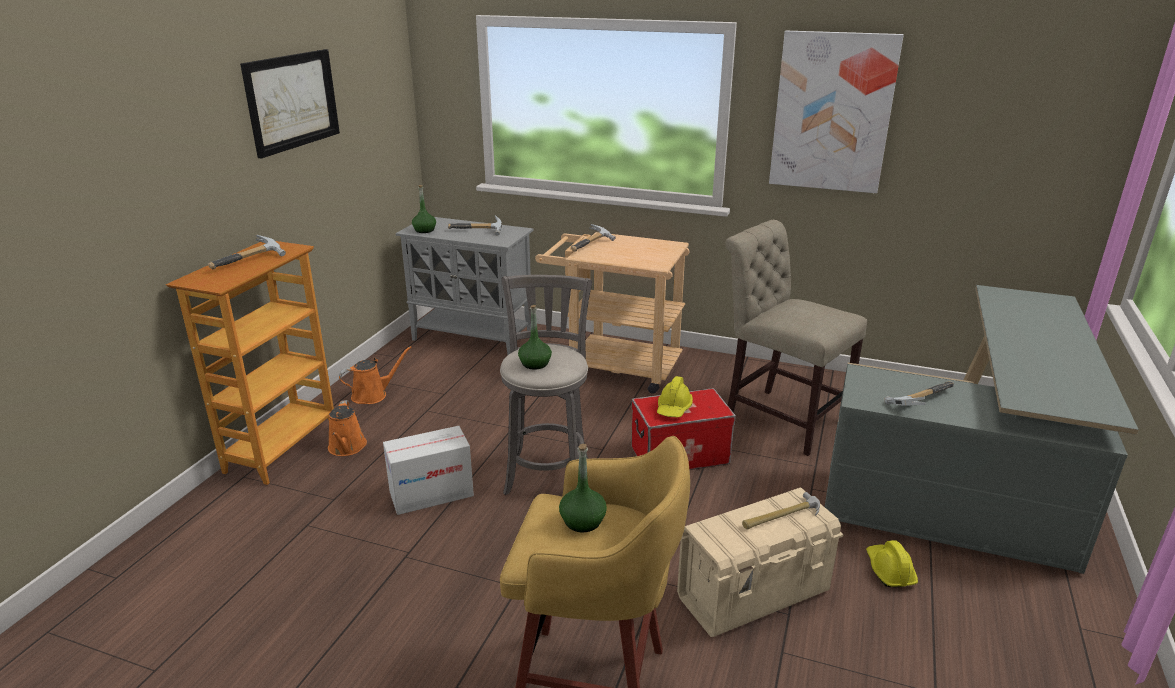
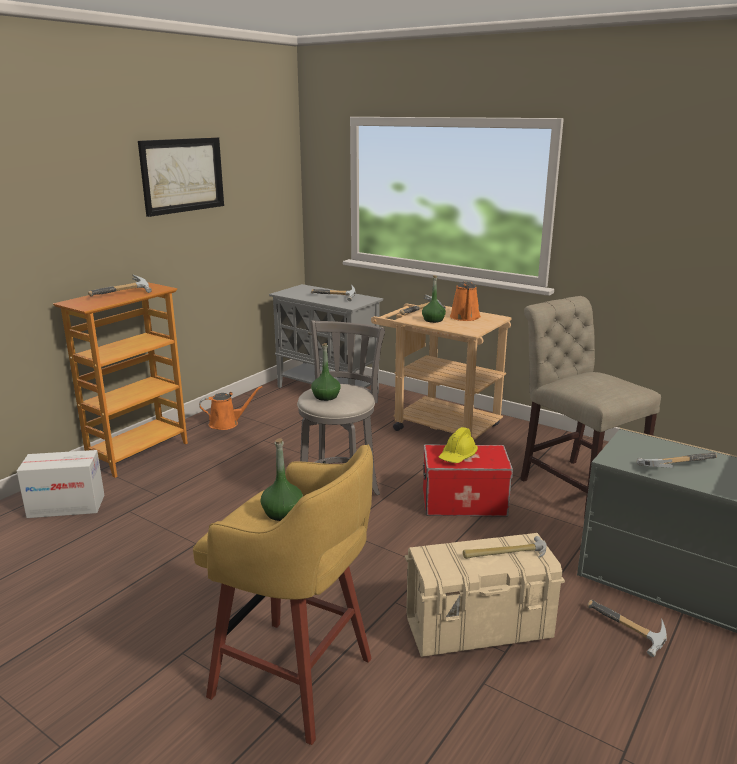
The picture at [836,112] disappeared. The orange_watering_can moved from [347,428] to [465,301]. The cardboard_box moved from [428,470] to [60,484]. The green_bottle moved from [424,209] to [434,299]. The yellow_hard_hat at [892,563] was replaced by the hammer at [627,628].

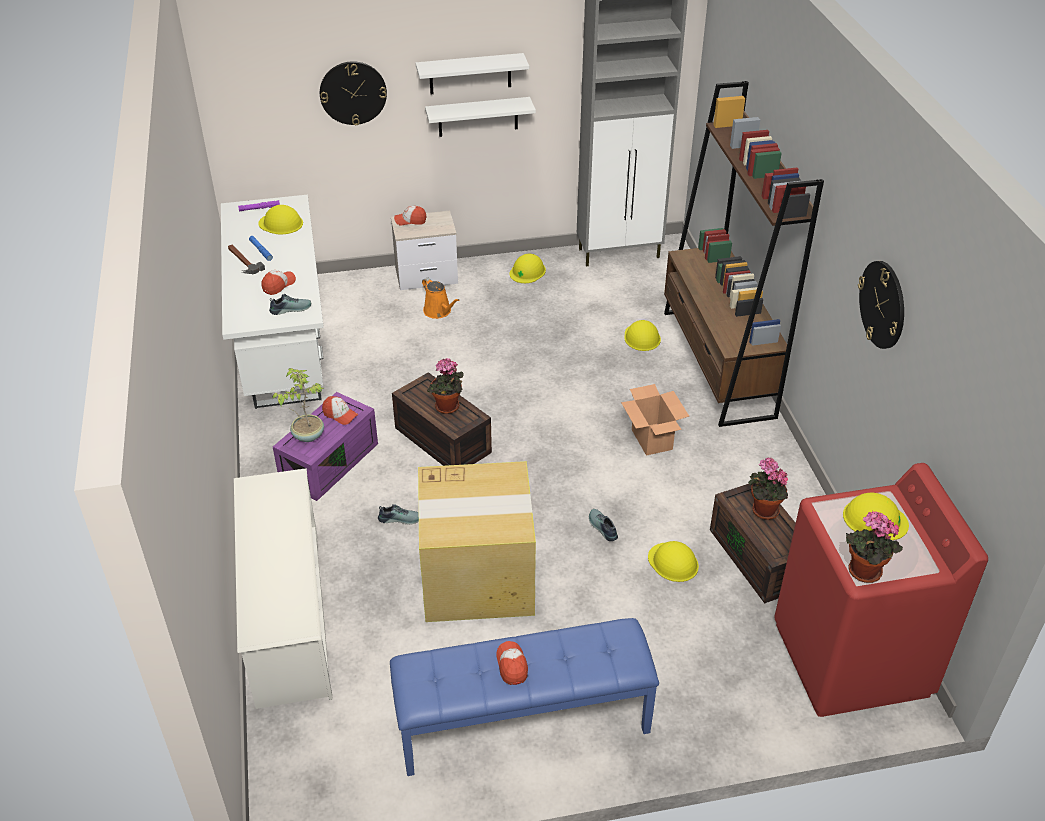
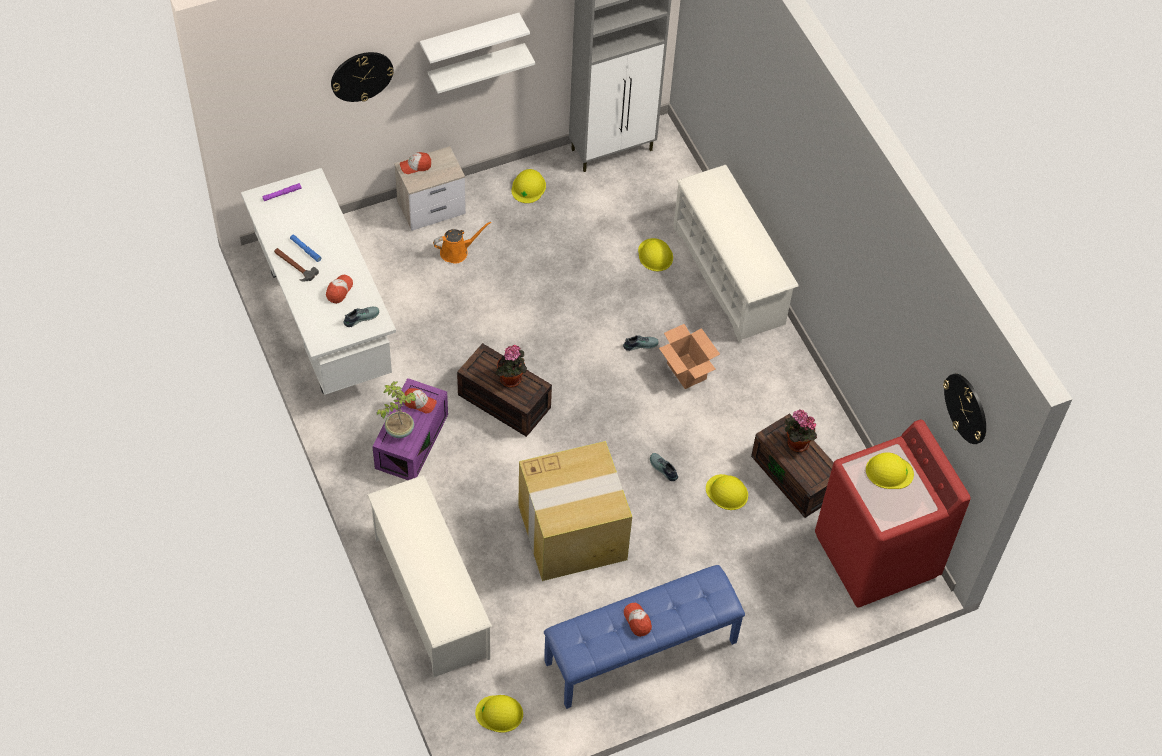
The potted_plant at [874,547] disappeared. The yellow_hard_hat moved from [280,219] to [499,714]. The shoe moved from [398,514] to [641,343]. The wall_clock moved from [881,305] to [964,408]. The brown_bookcase at [744,254] was replaced by the white_shoe_rack at [736,254]. The orange_watering_can at [440,298] turned 60 degrees counterclockwise.

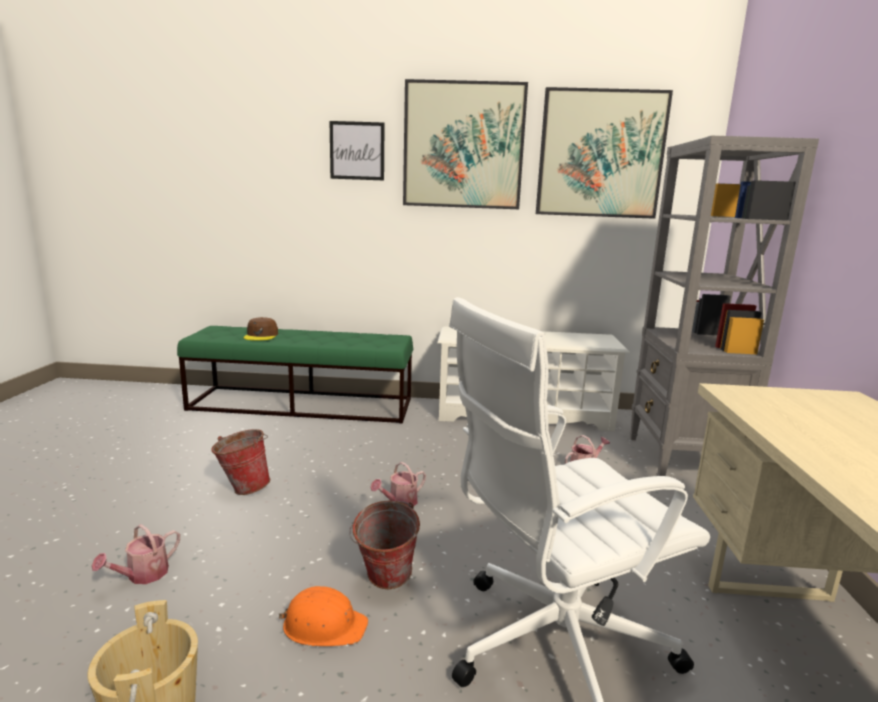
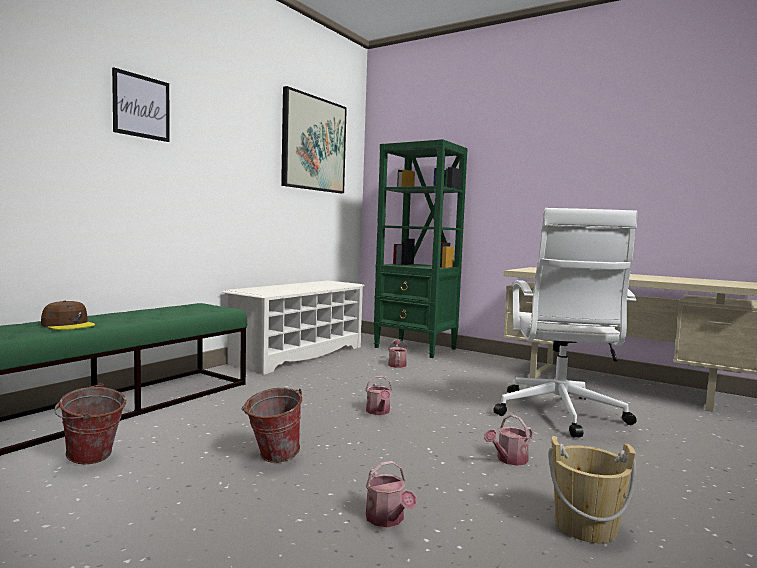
The picture at [465,144] disappeared. The bucket moved from [384,545] to [90,423]. The orange_hard_hat at [323,616] was replaced by the watering_can at [508,440]. The grey_bookcase at [724,306] became the green_bookcase at [420,248].

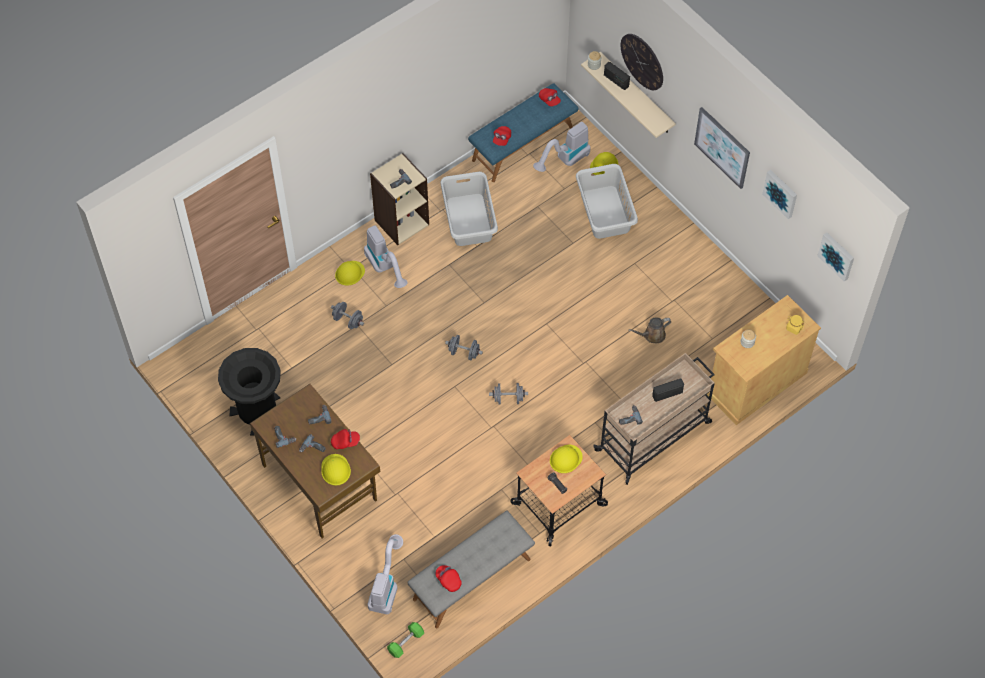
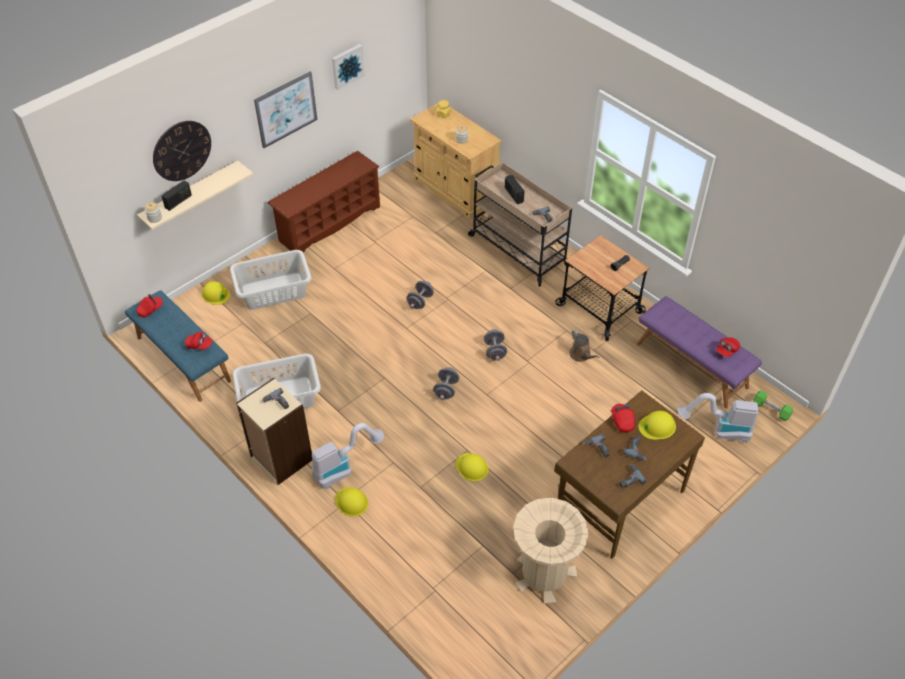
The vacuum_cleaner at [562,147] disappeared. The picture at [836,257] disappeared. The brown_shoe_rack at [324,202] appeared. The grey_dumbbell moved from [347,315] to [420,295]. The yellow_hard_hat moved from [566,459] to [471,467]. The brown_watering_can moved from [649,330] to [584,345]. The black_trash_can at [249,392] became the beige_trash_can at [551,551]. The grey_bench at [471,569] became the purple_bench at [699,352].

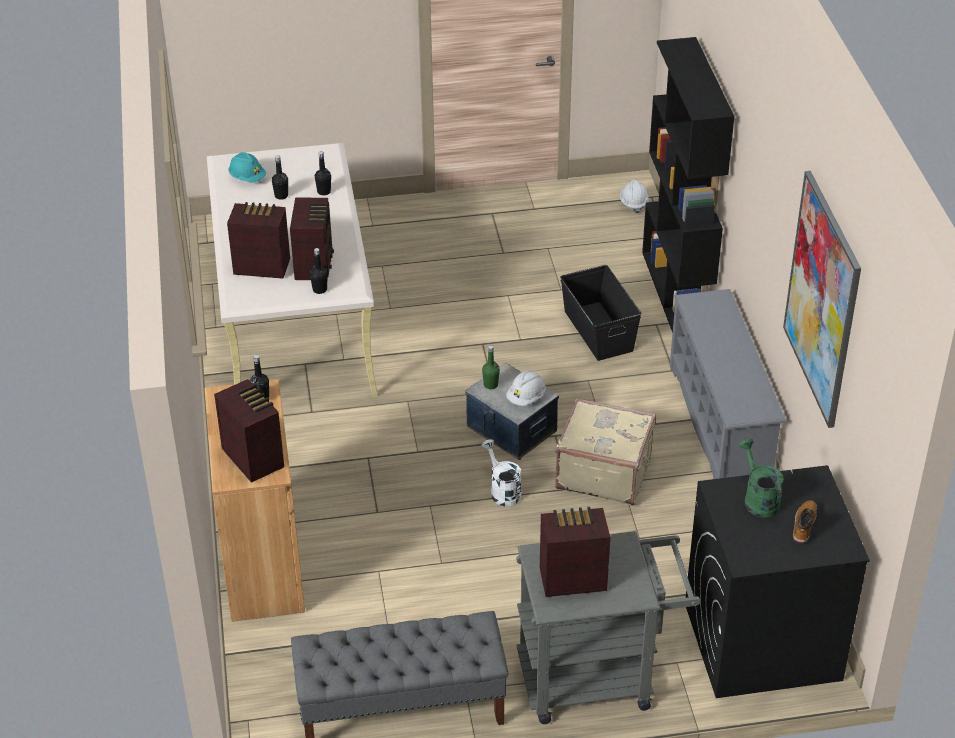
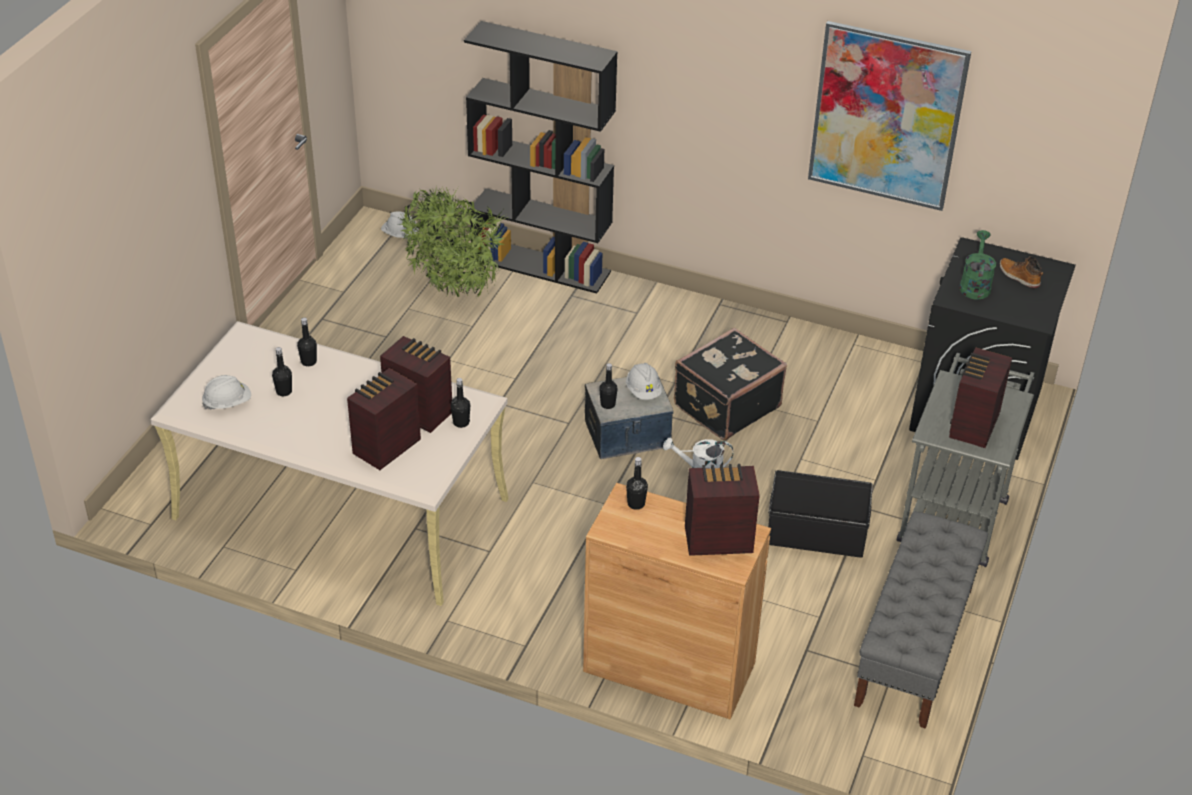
The grey_shoe_rack at [728,384] disappeared. The potted_plant at [453,242] appeared. The black_storage_box moved from [601,313] to [820,514]. The turquoise_hard_hat at [247,167] became the white_hard_hat at [226,392]. The green_bottle at [491,367] became the black_bottle at [608,386]. The beige_suitcase at [605,451] became the black_suitcase at [730,384]. The green_watering_can at [761,478] turned 90 degrees clockwise.

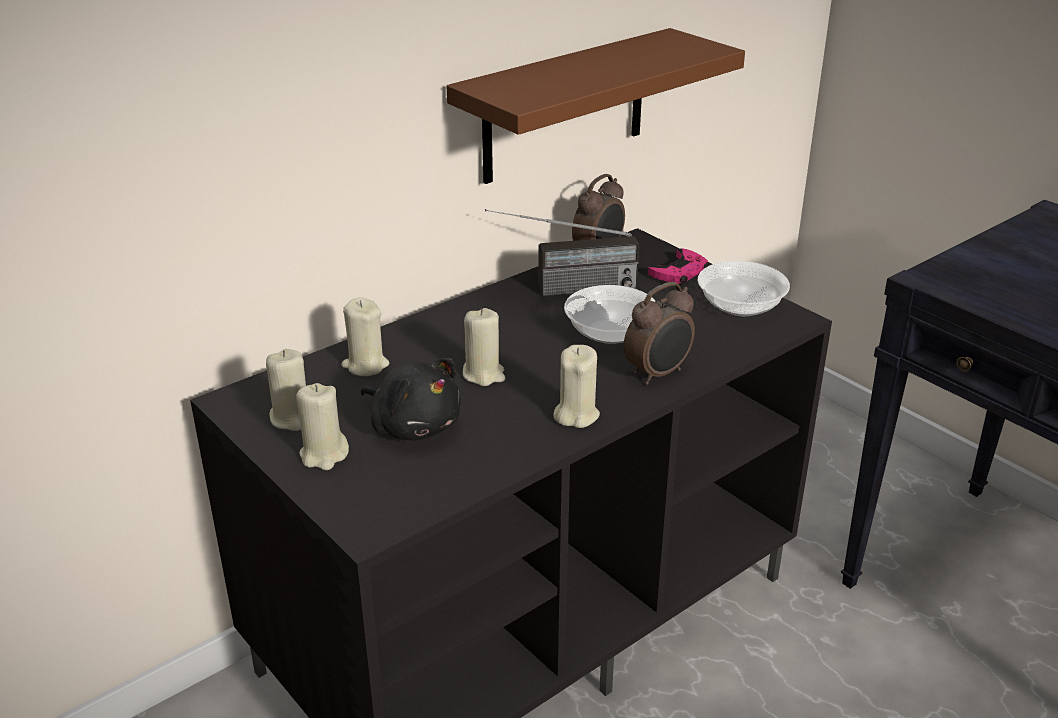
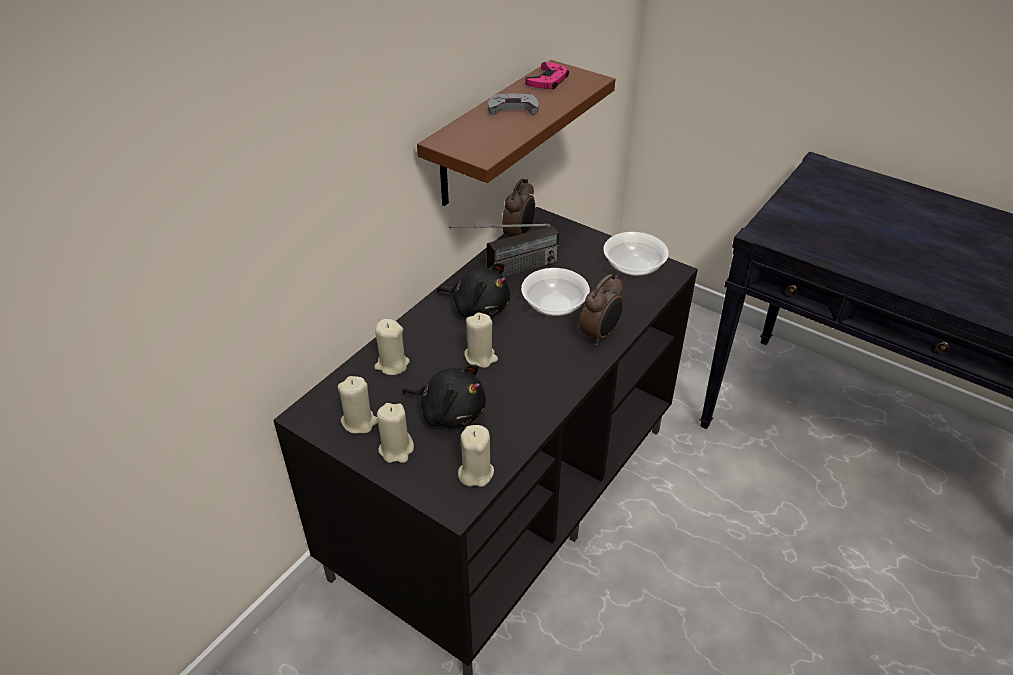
The black_plush_toy at [473,290] appeared. The grey_game_controller at [513,104] appeared. The beige_candle moved from [576,386] to [476,456]. The pink_game_controller moved from [678,266] to [547,75].

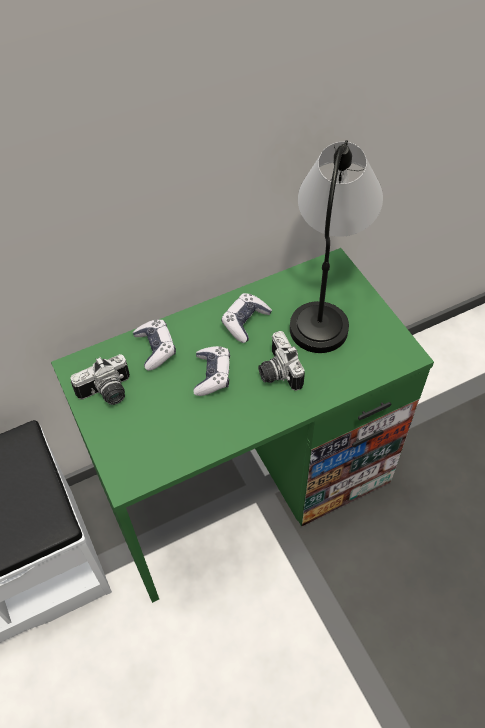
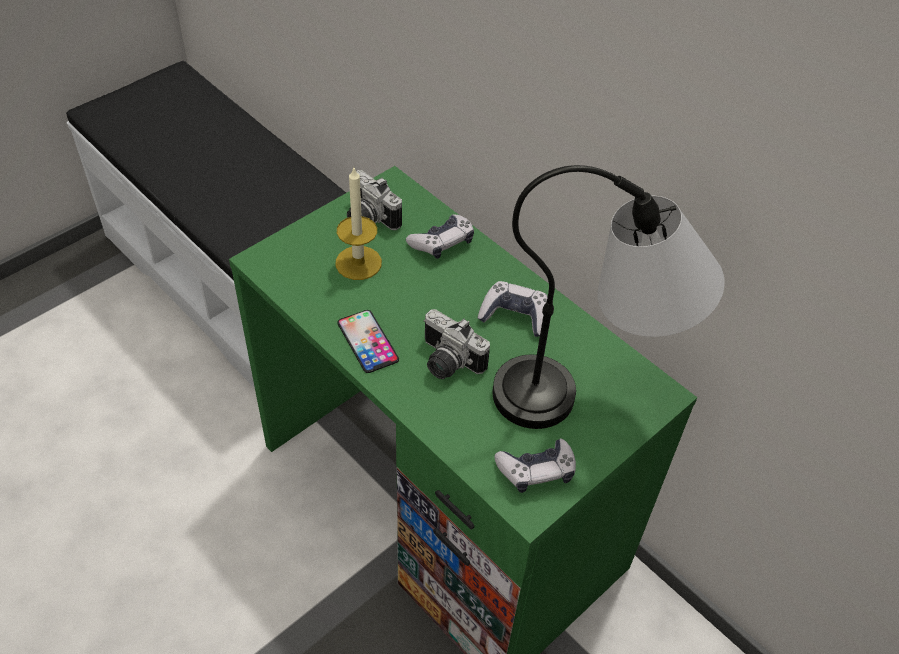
The candle at [358,224] appeared. The phone at [368,341] appeared. The game_controller moved from [211,371] to [535,466]. The photo_camera at [281,361] turned 105 degrees counterclockwise.

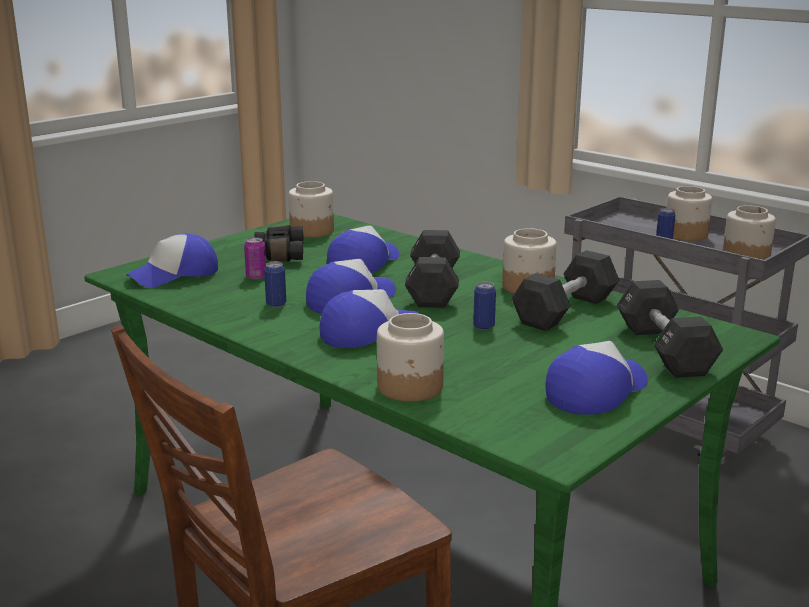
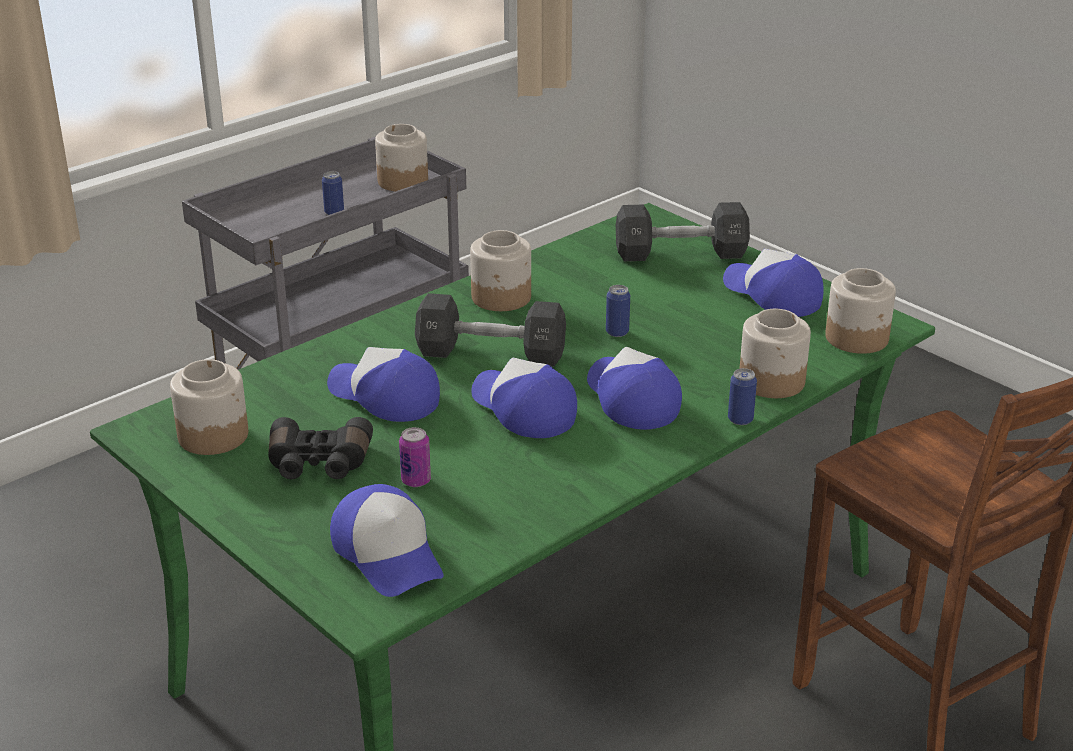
The black_dumbbell at [565,290] disappeared. The can moved from [275,284] to [742,396]. The jar moved from [689,213] to [860,311].

